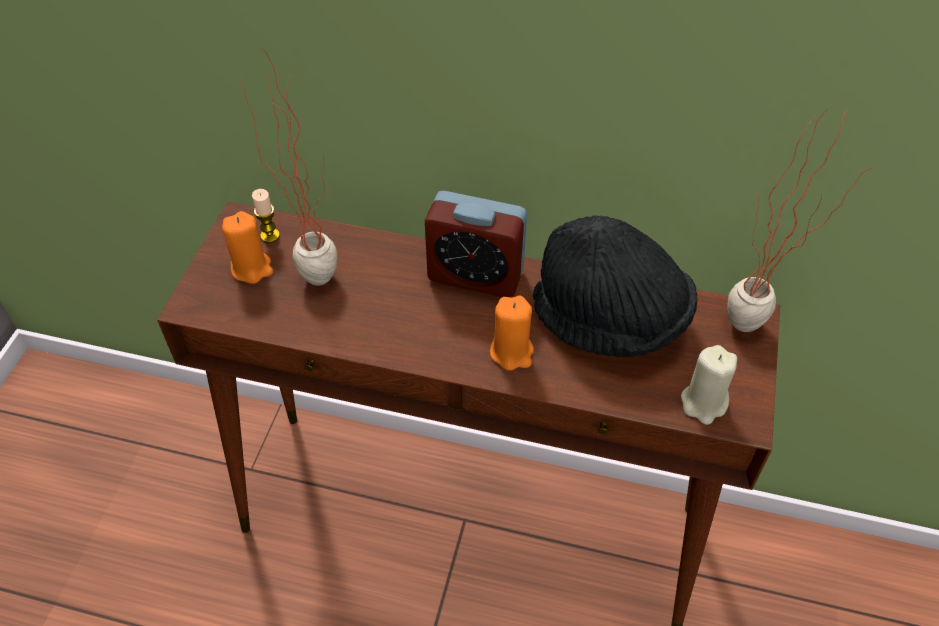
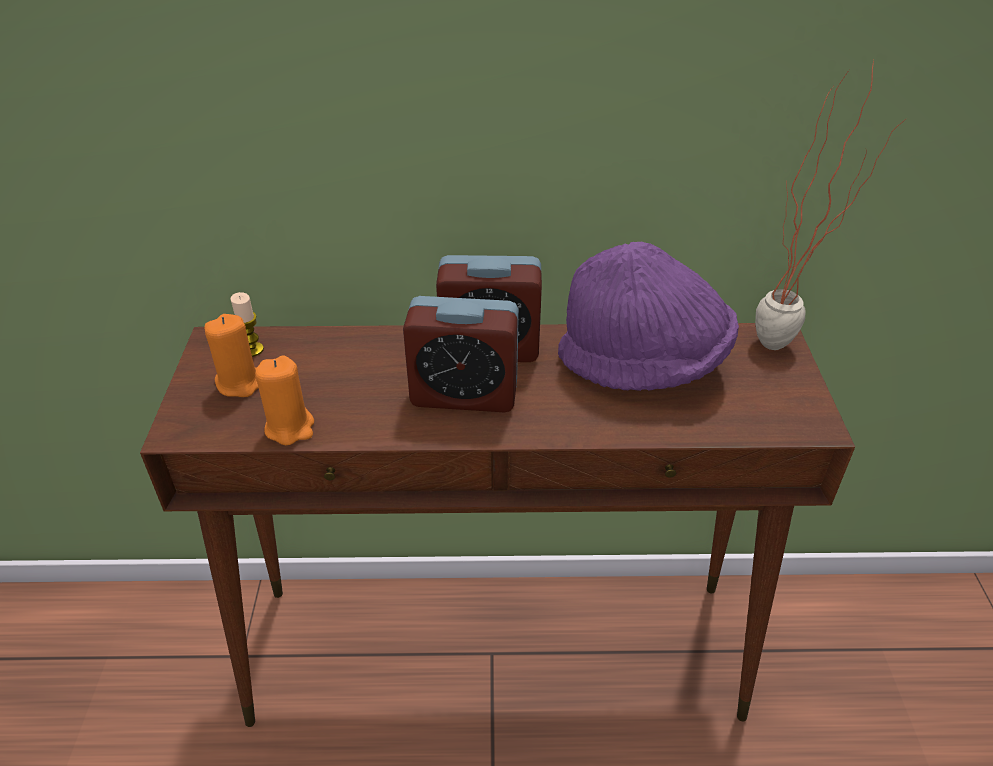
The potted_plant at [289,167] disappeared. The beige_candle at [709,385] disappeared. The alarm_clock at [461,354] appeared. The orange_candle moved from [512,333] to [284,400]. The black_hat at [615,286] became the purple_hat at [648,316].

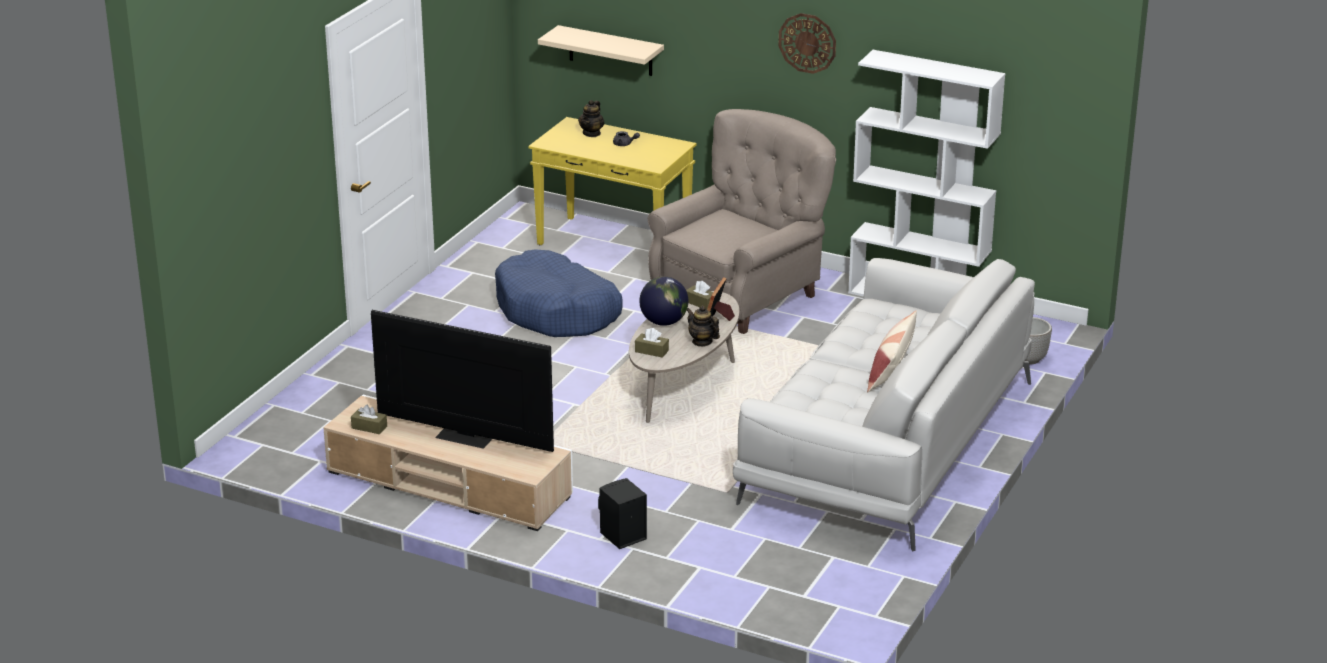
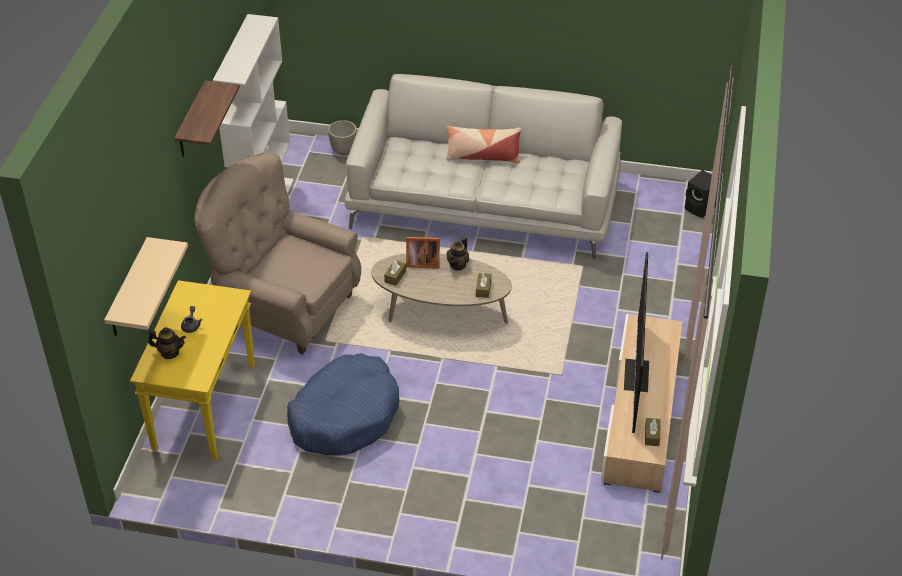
The globe at [663,301] disappeared. The black_speaker moved from [622,513] to [700,194]. The wall_clock at [807,43] was replaced by the shelf at [207,118].

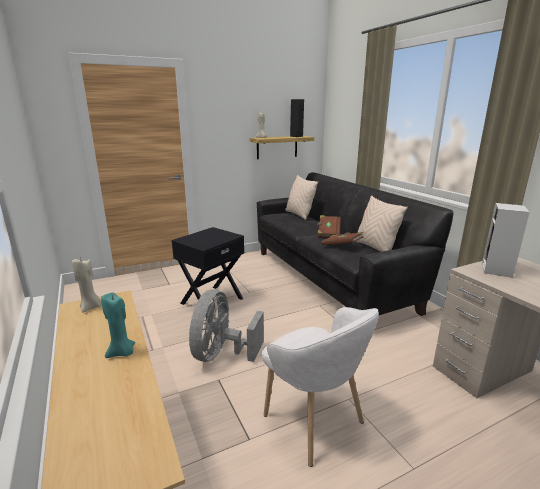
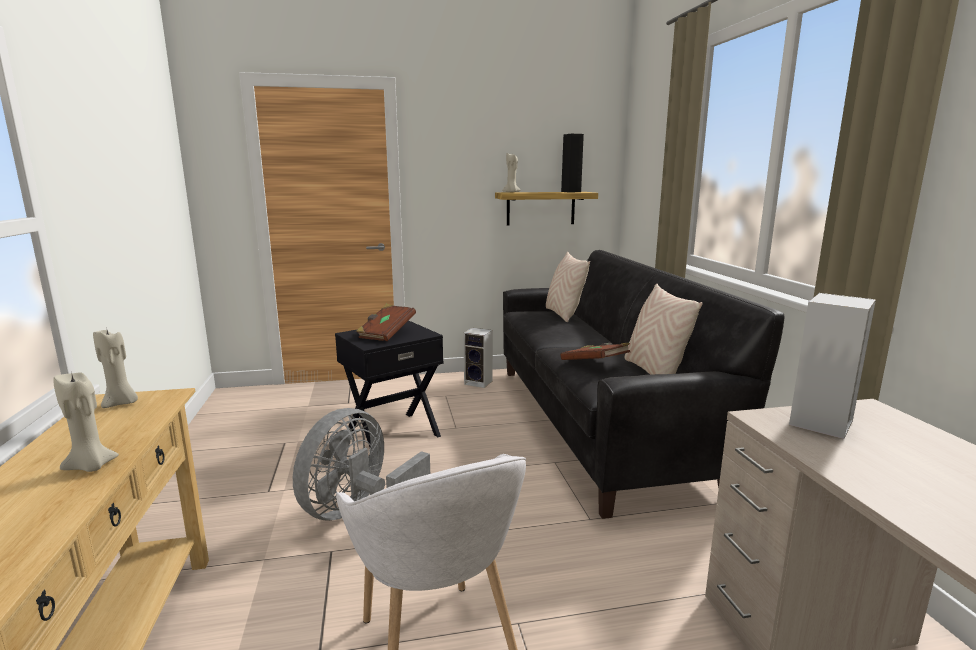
The speaker at [478,358] appeared. The brown_book moved from [329,226] to [386,322]. The turquoise_candle at [118,325] became the beige_candle at [86,421].

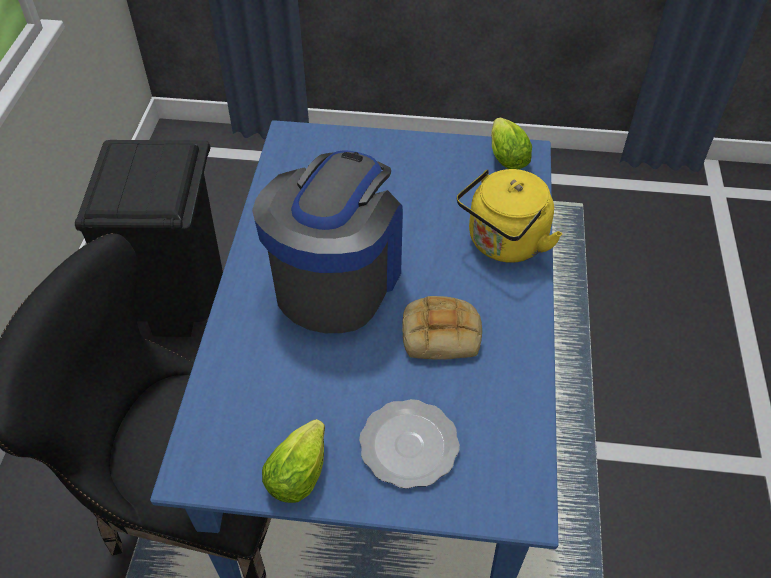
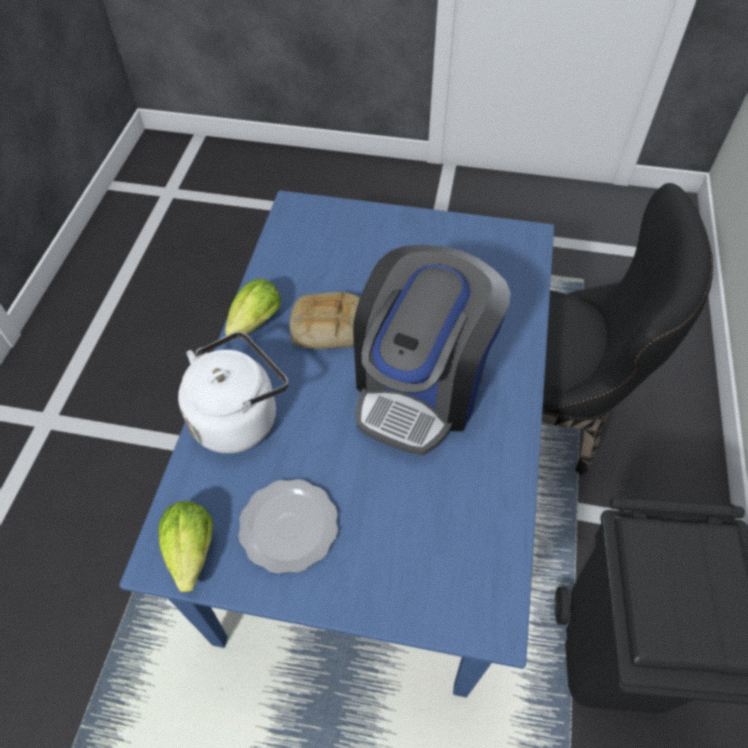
The lettuce moved from [293,461] to [253,309]. The plate moved from [409,444] to [288,526]. The yellow_kettle at [509,216] became the white_kettle at [233,392].

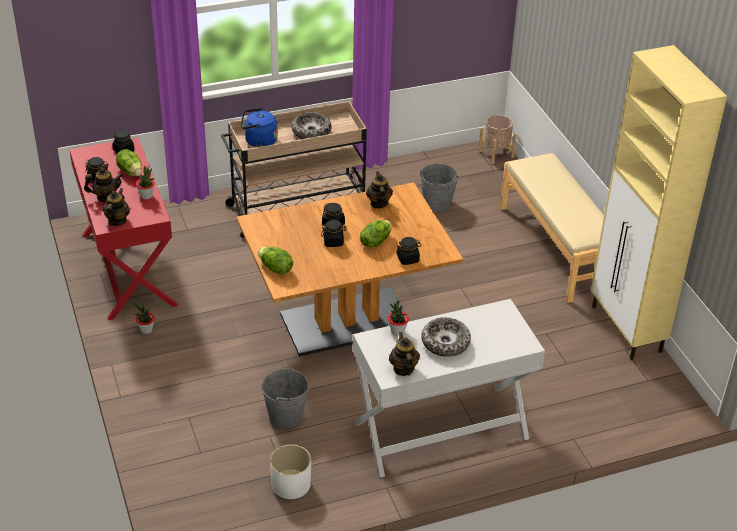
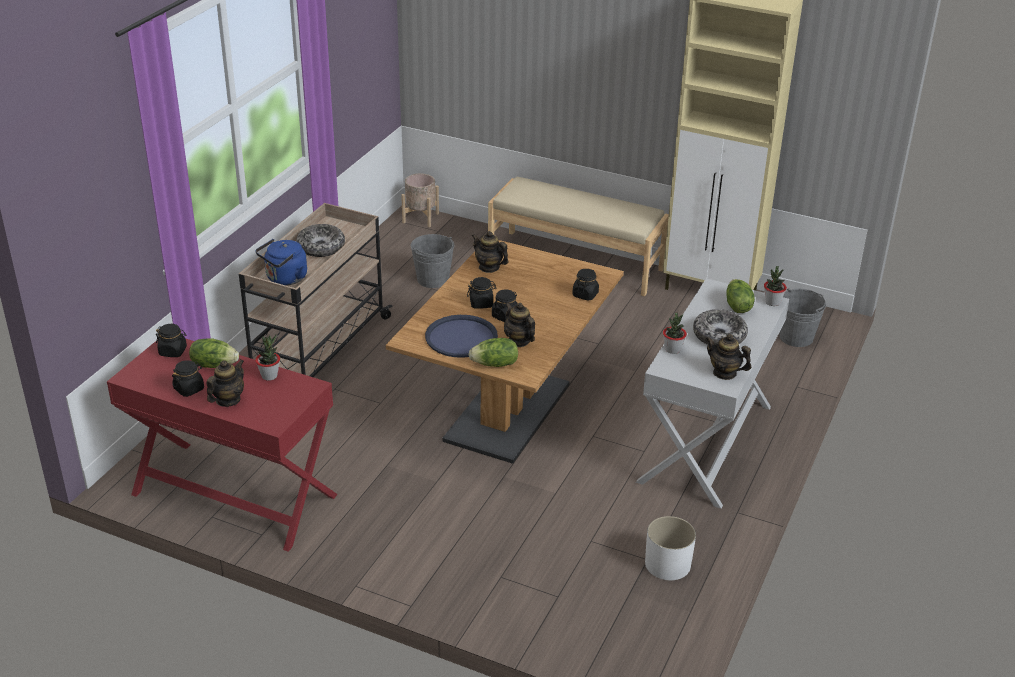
The blue_tray at [461,336] appeared. The teapot moved from [116,207] to [519,324]. The potted_plant moved from [145,318] to [775,286]. The grey_bucket moved from [285,397] to [803,317]. The lettuce moved from [376,234] to [740,296].

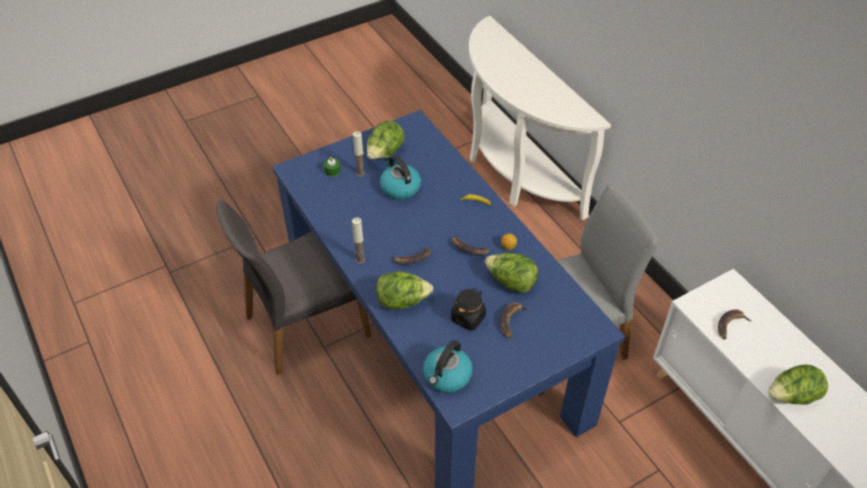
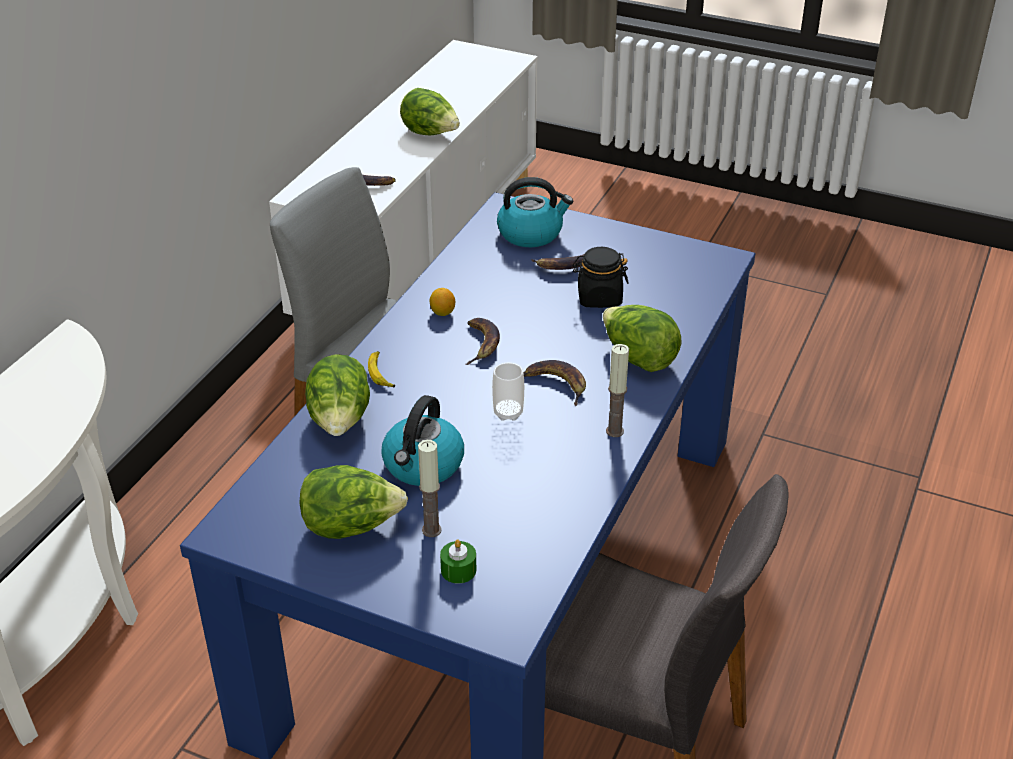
The cup at [508,391] appeared. The kettle moved from [448,366] to [535,212]. The lettuce moved from [511,273] to [337,395].

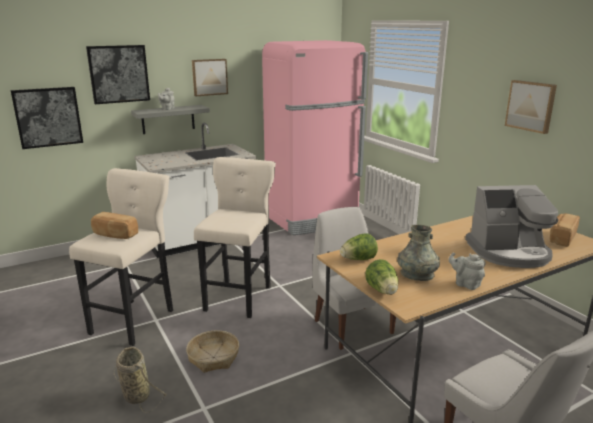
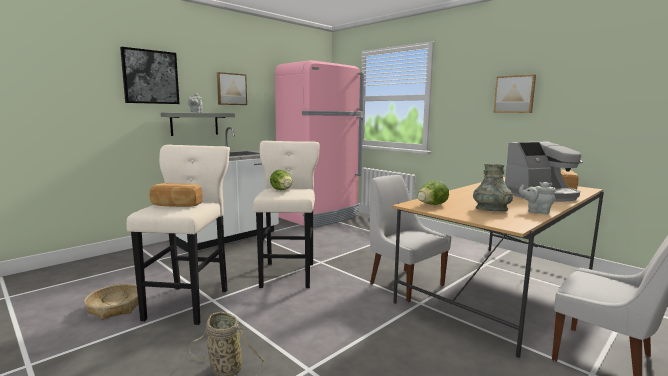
The picture at [47,118] disappeared. The basket moved from [212,352] to [111,302]. The lettuce moved from [381,277] to [281,180].

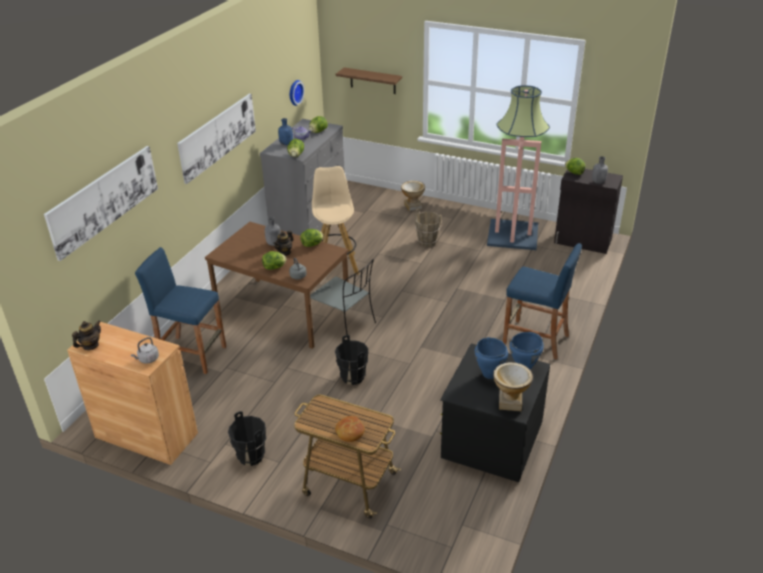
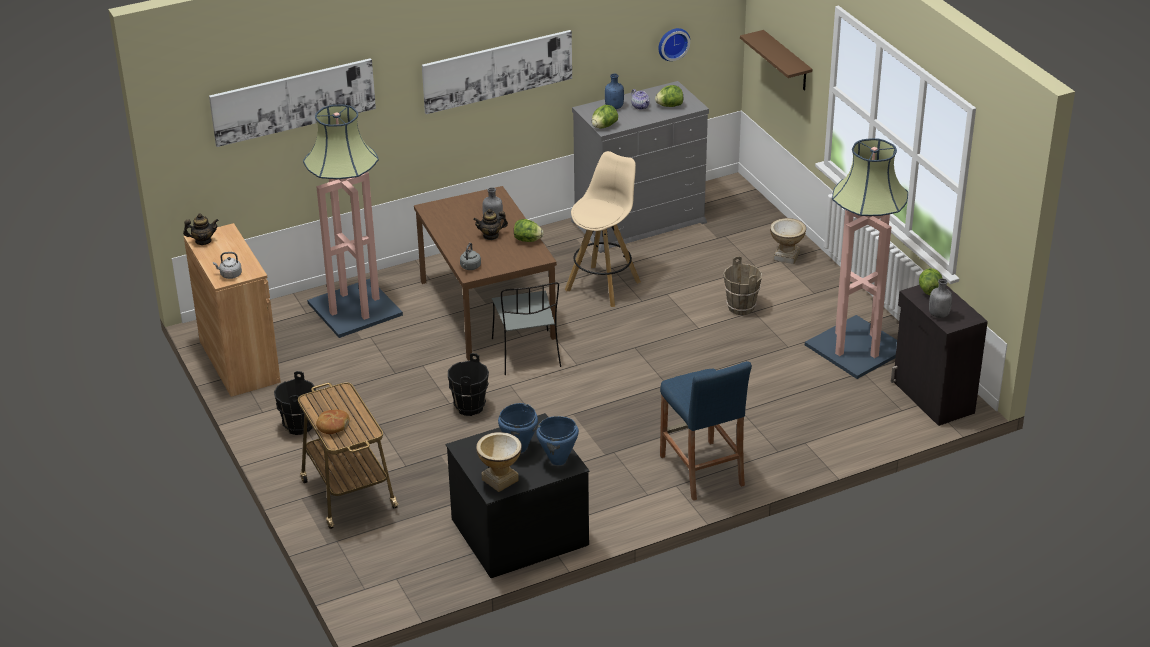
The lettuce at [274,260] disappeared. The blue_stool at [180,310] was replaced by the floor_lamp at [353,221].

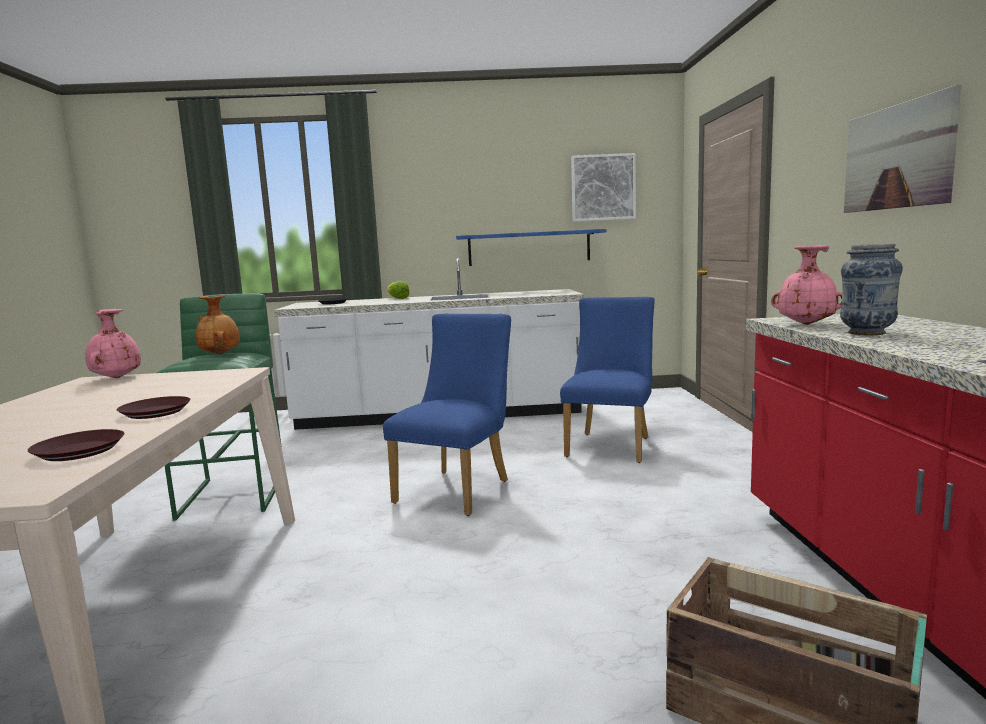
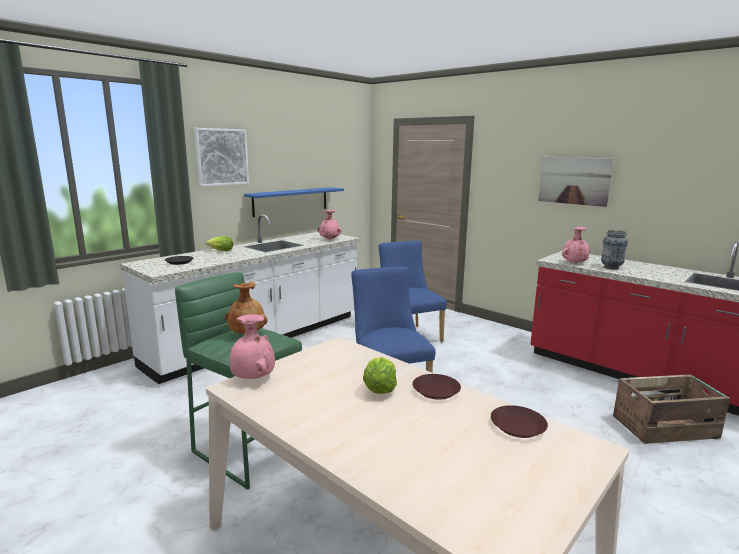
The pink_vase at [329,225] appeared. The lettuce at [380,375] appeared. The picture moved from [603,187] to [221,157].

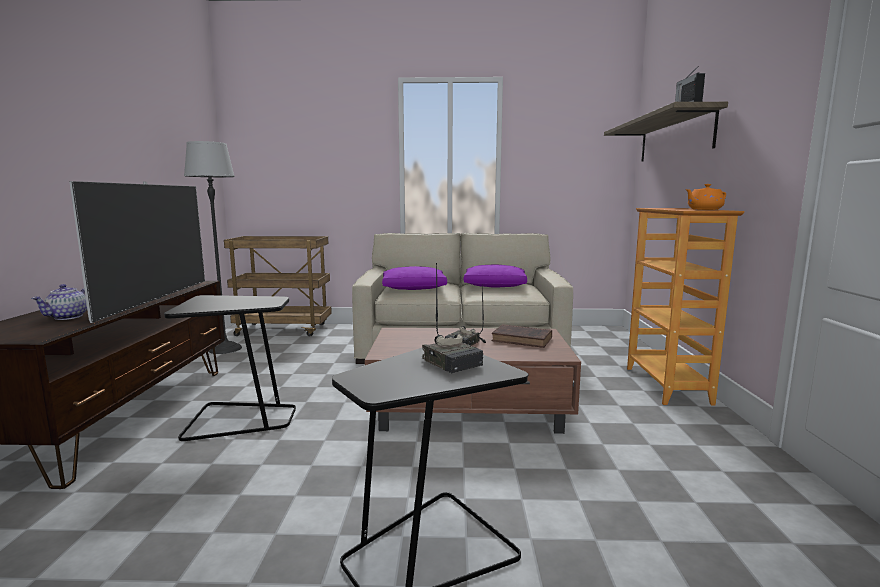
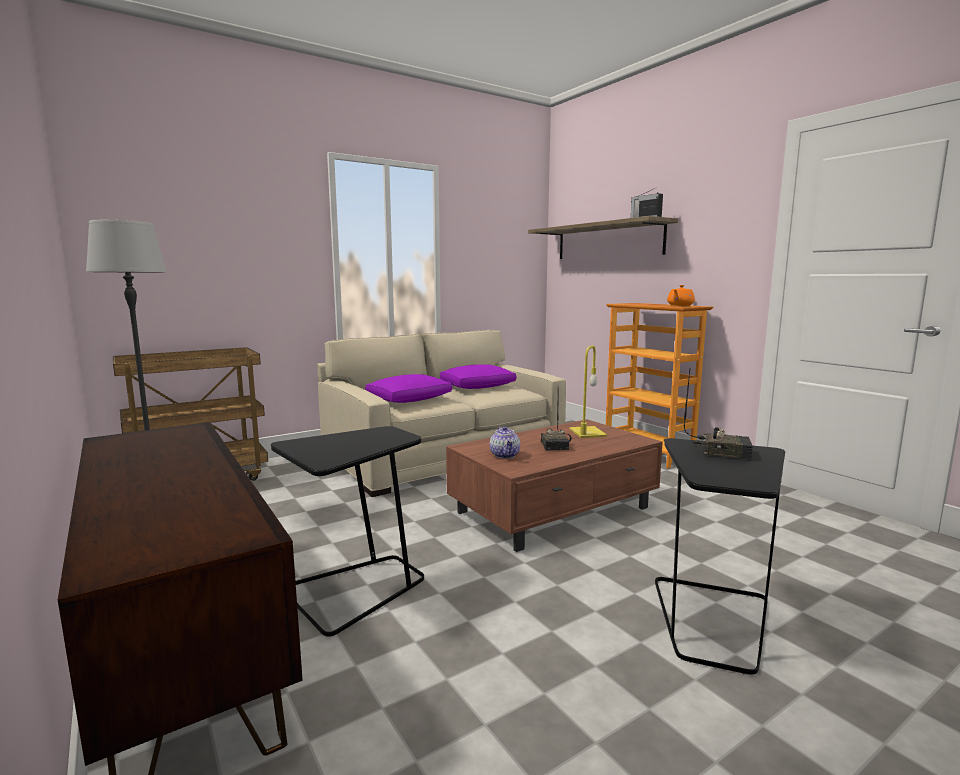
The television at [137,252] disappeared. The teapot moved from [59,302] to [505,442]. The brown_book at [522,336] was replaced by the yellow_table_lamp at [588,391].

